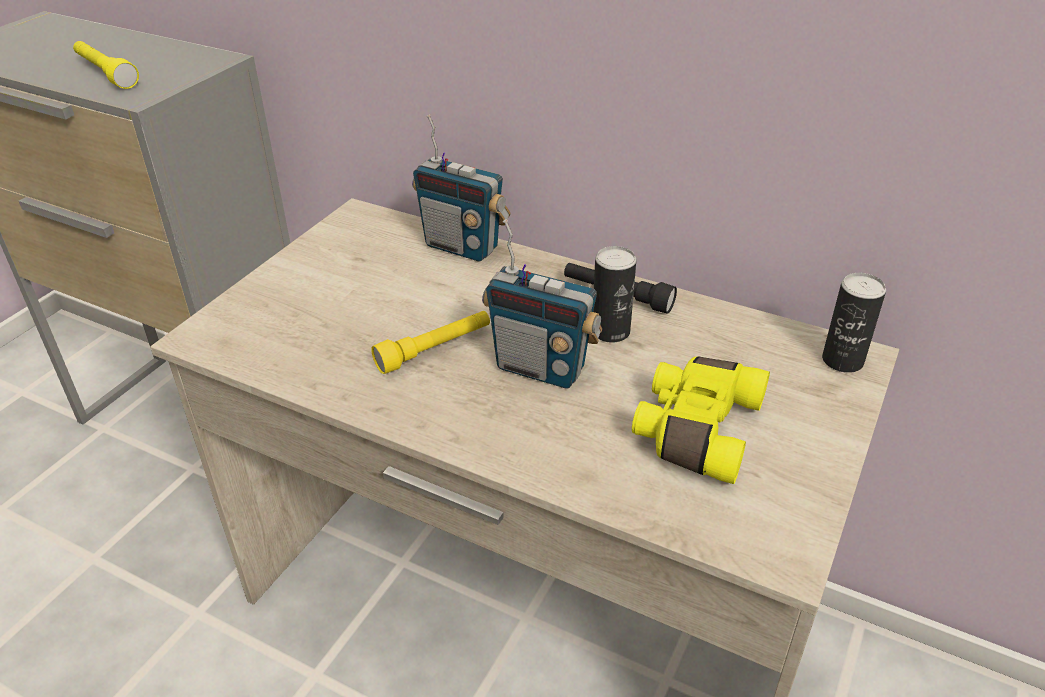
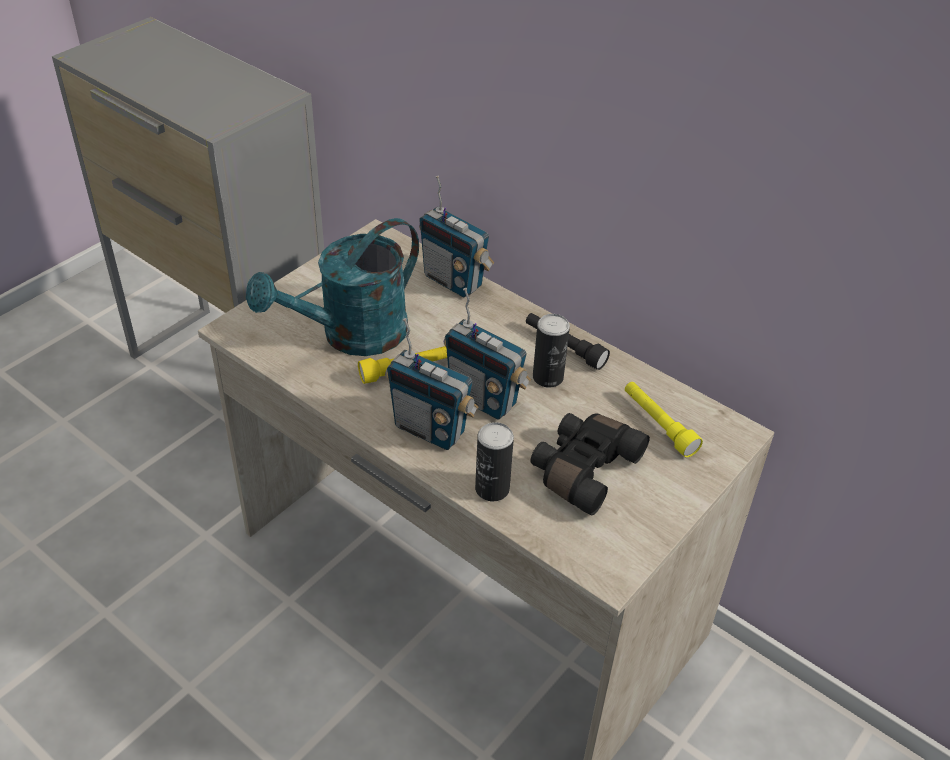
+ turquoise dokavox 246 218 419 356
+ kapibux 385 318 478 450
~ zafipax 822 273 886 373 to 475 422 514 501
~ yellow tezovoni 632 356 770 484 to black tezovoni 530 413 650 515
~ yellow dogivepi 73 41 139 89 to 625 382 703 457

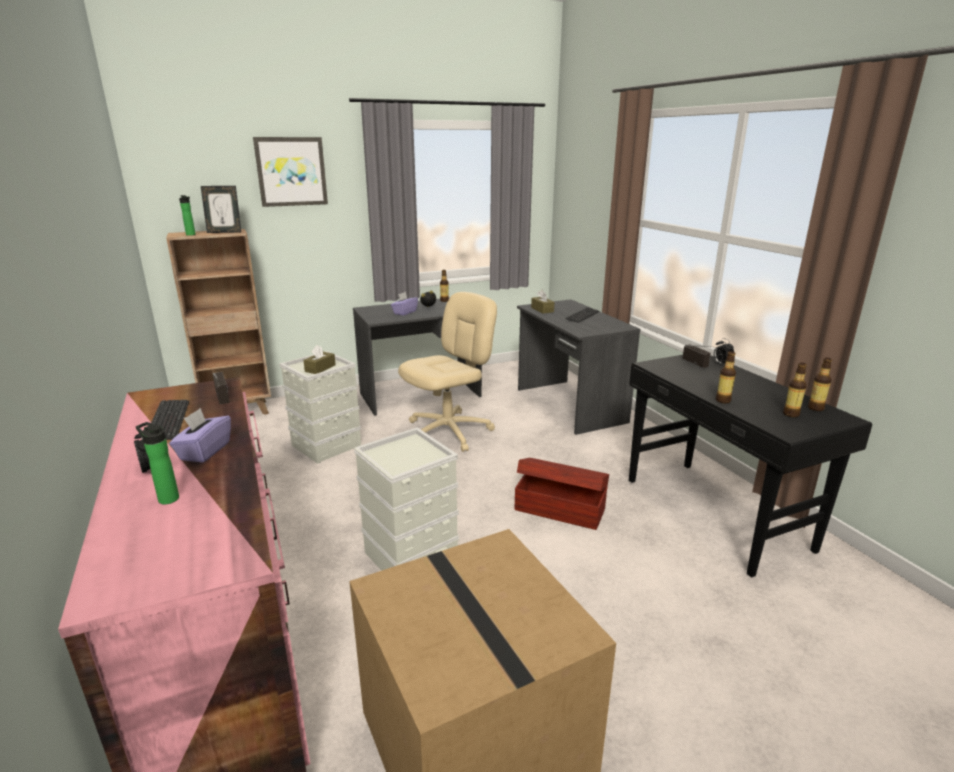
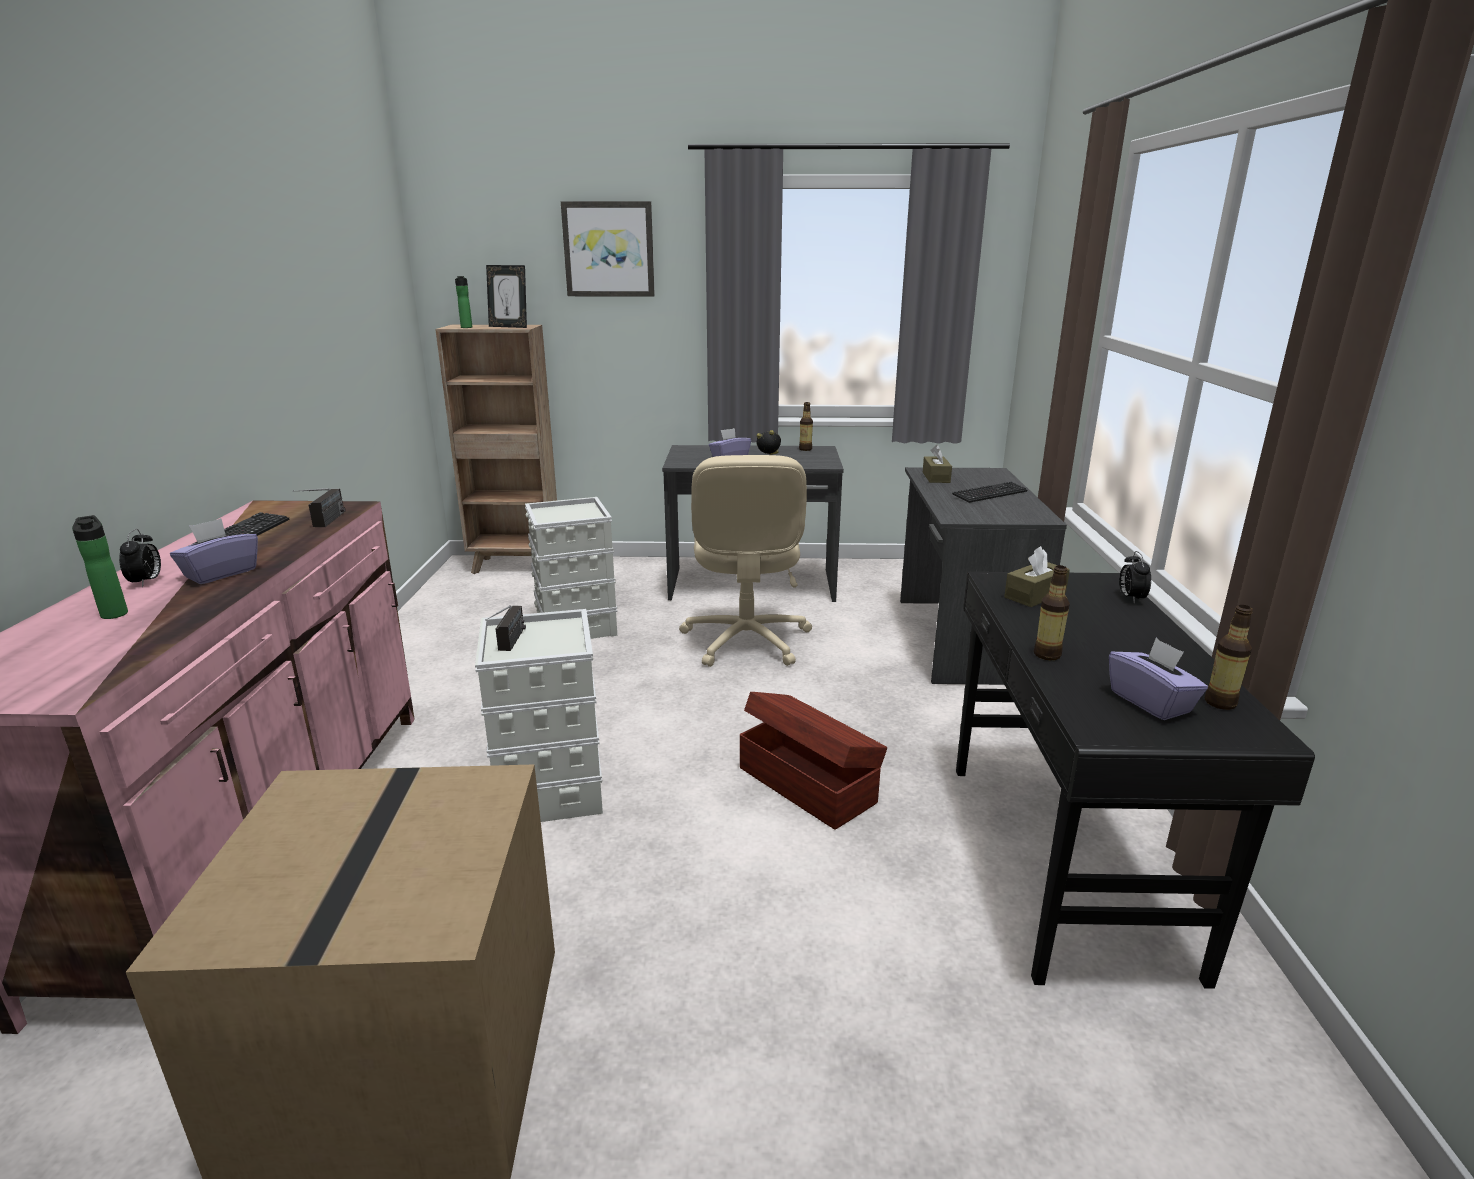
~ kapibux 682 344 720 368 to 485 605 526 651
~ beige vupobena 398 292 497 452 = 679 455 812 667 105 degrees clockwise
~ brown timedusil 303 345 336 374 to 1004 546 1070 607
~ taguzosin 783 363 807 417 to purple timedusil 1109 638 1208 720

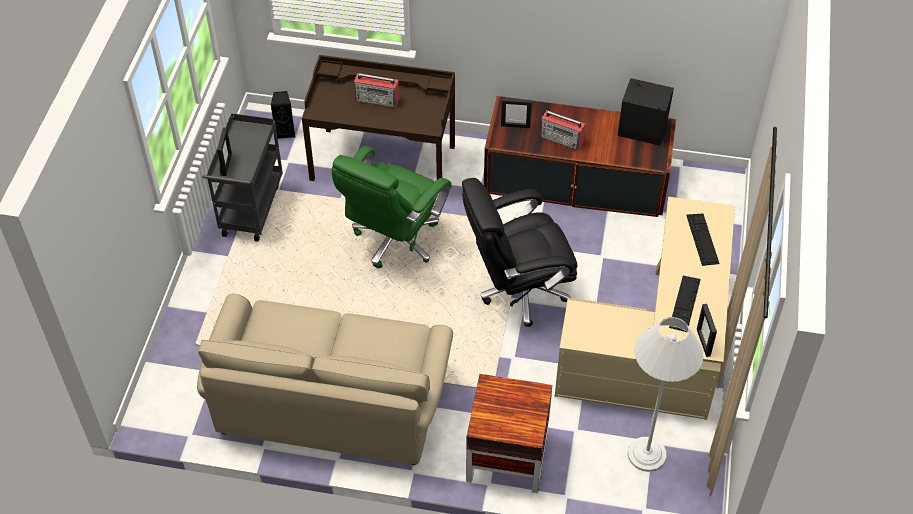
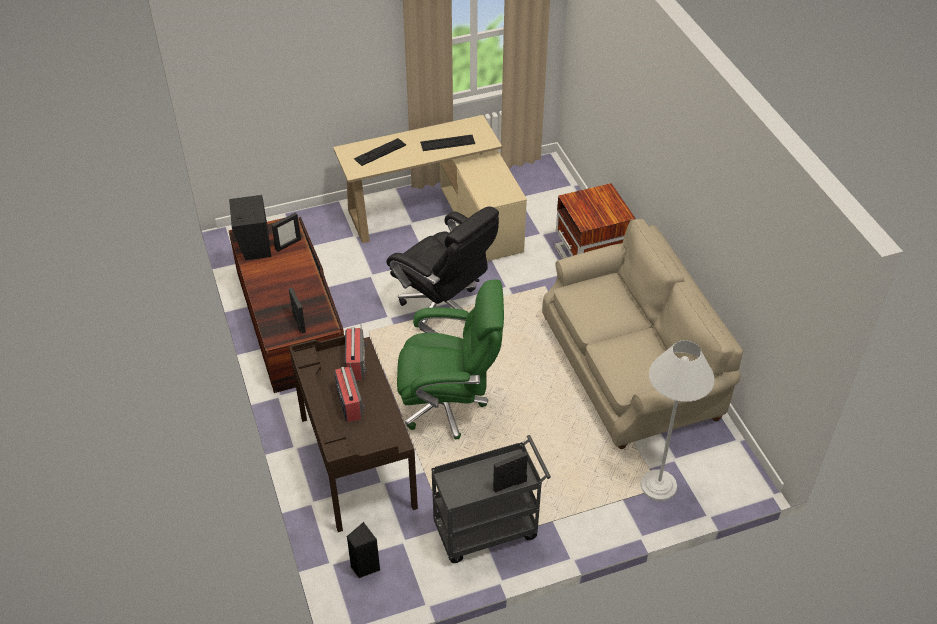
~ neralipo 697 304 717 357 to 271 213 301 252
~ kapibux 540 110 586 150 to 345 324 367 380
~ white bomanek 627 317 703 472 to 640 340 715 501

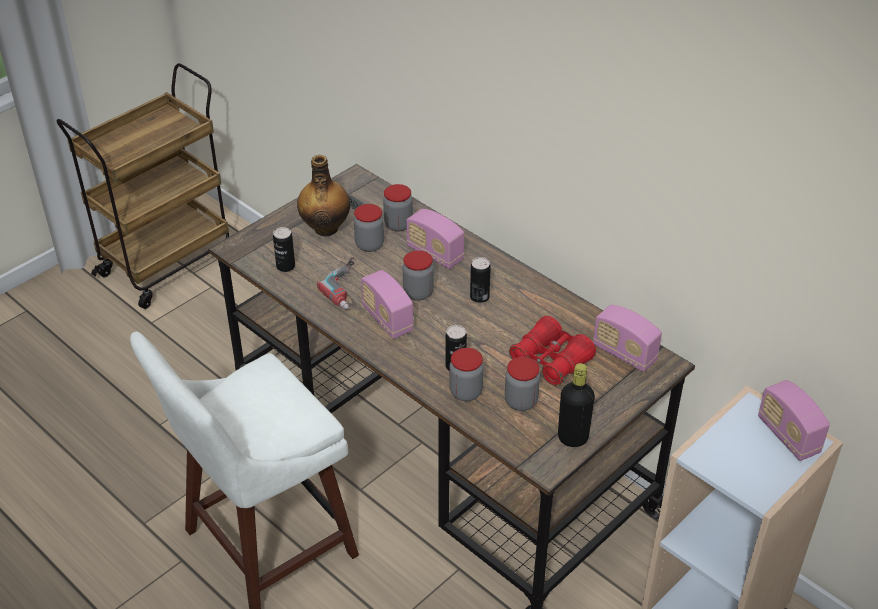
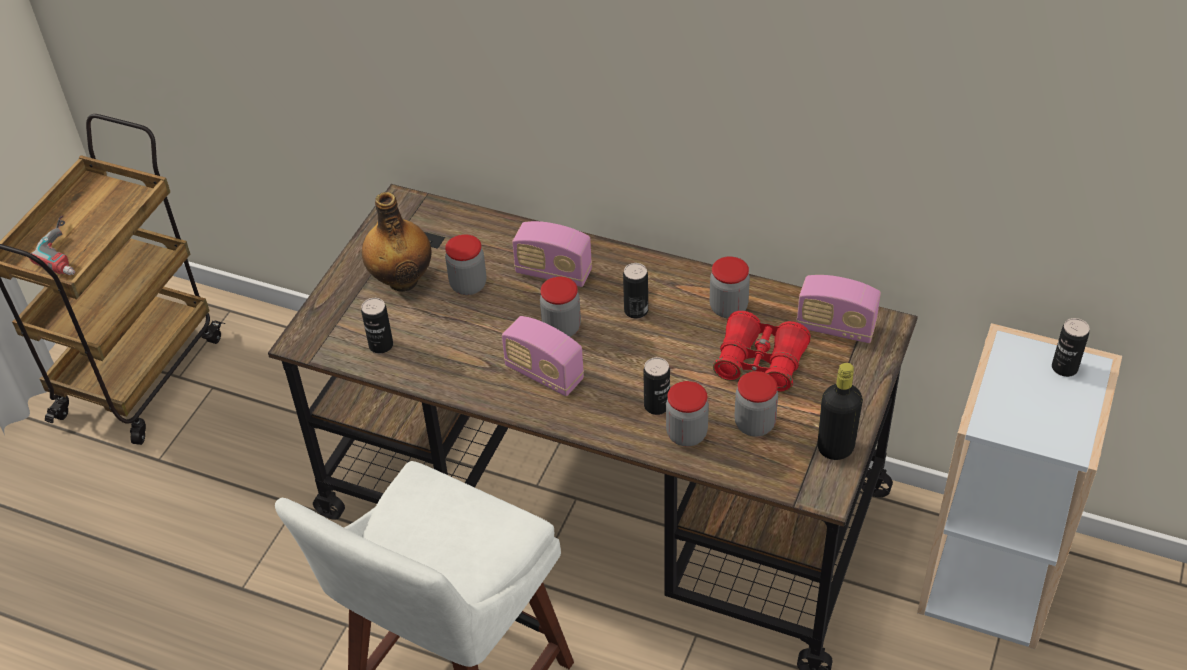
~ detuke 317 257 354 309 to 29 215 75 275
~ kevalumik 383 184 413 232 to 710 256 750 318
~ kapibux 758 380 830 461 to zafipax 1052 318 1089 377

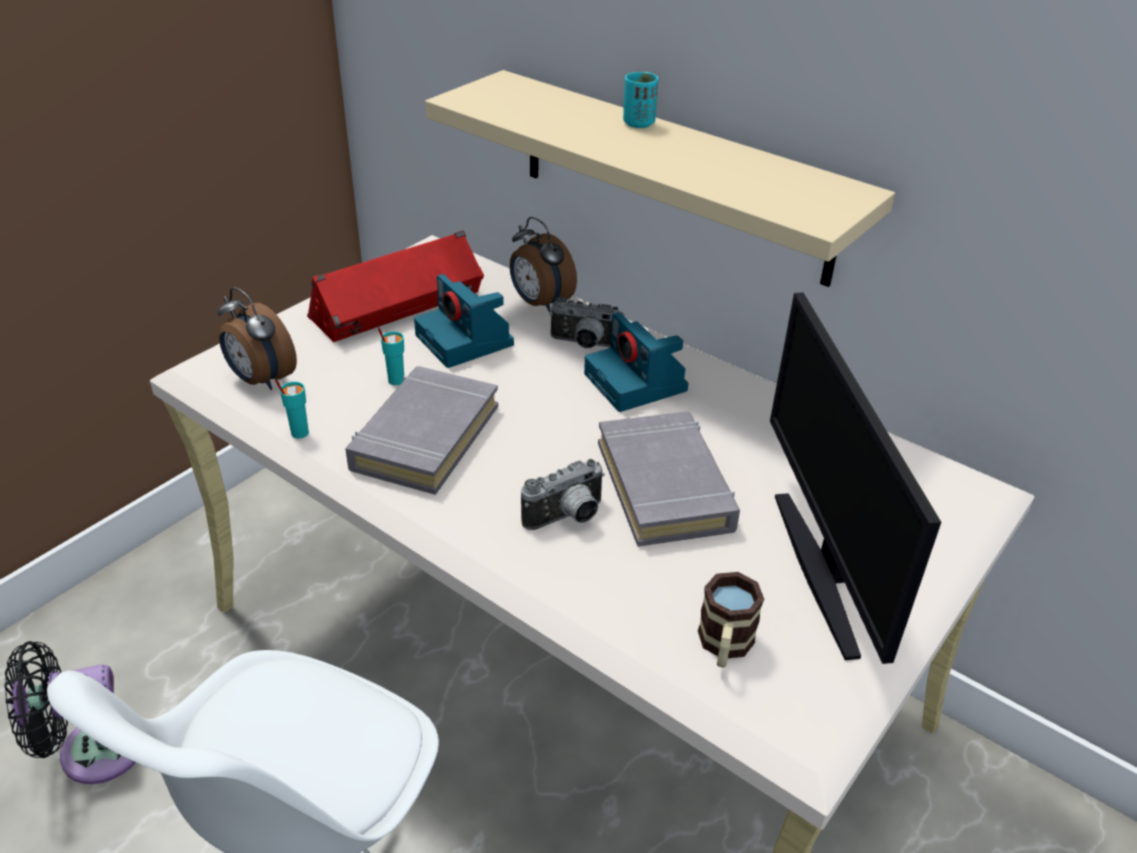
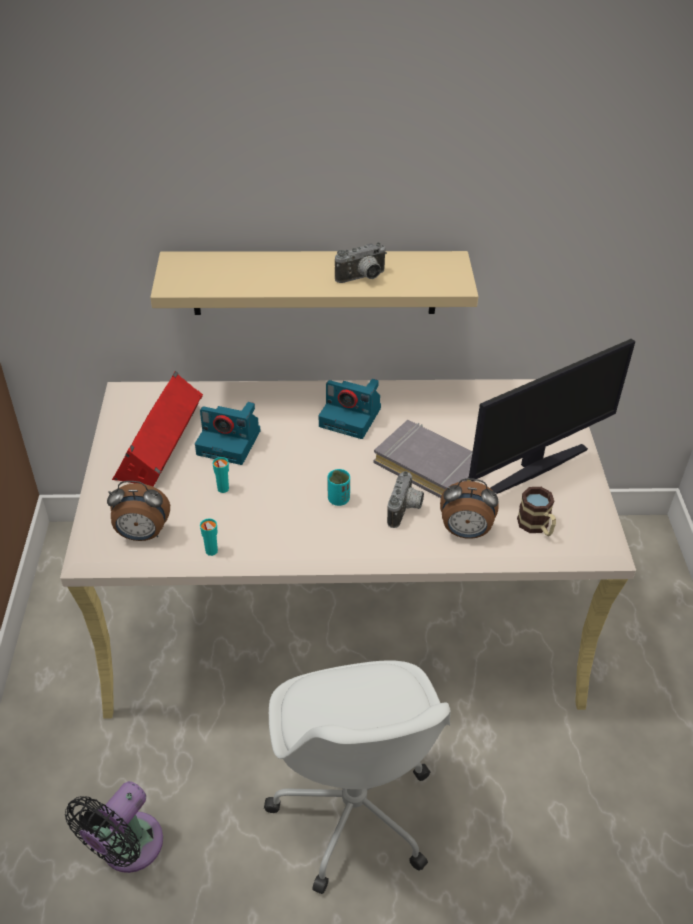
~ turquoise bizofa 623 72 658 128 to 327 469 350 506
~ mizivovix 549 297 624 348 to 335 242 387 283
~ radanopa 509 217 577 312 to 440 478 499 539
~ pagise 770 293 941 664 = 469 339 636 494 75 degrees counterclockwise
- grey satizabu 345 366 498 495

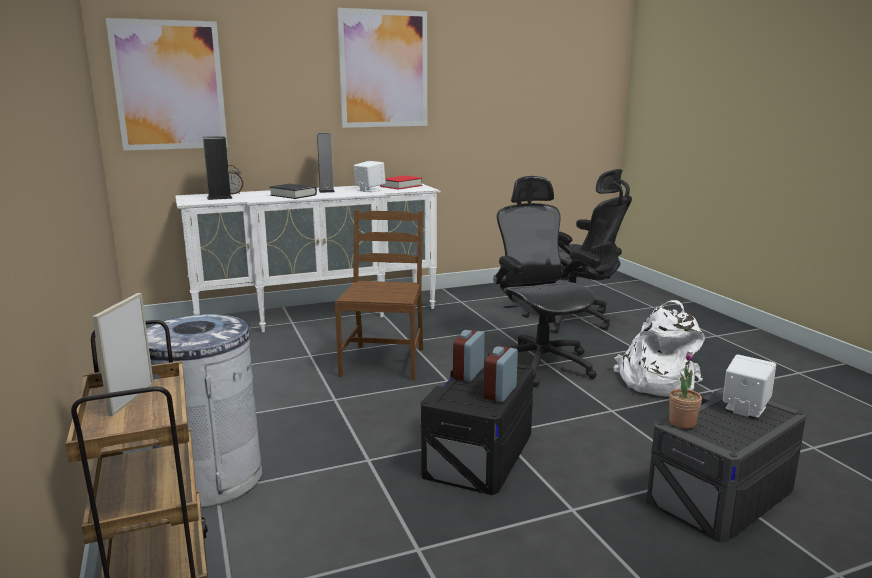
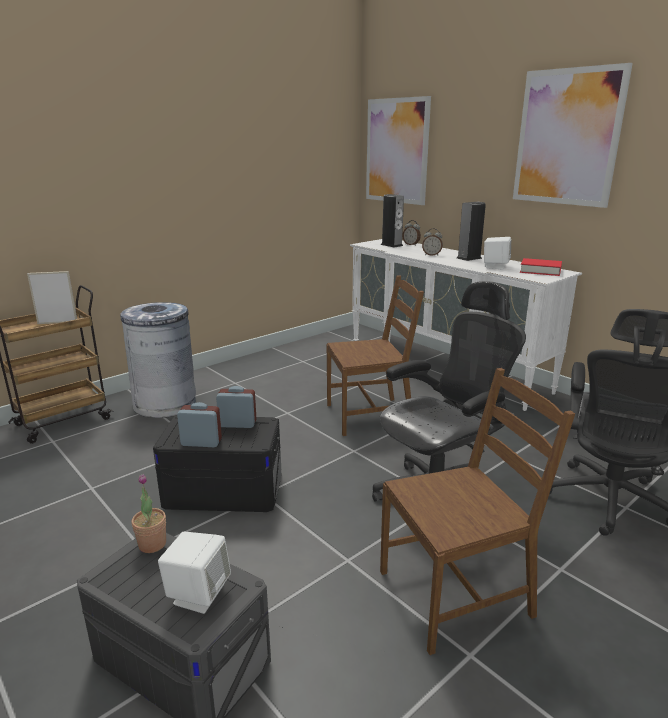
~ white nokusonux 614 300 705 397 to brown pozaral 380 368 575 655
~ black satizabu 270 184 317 199 to radanopa 422 228 443 256

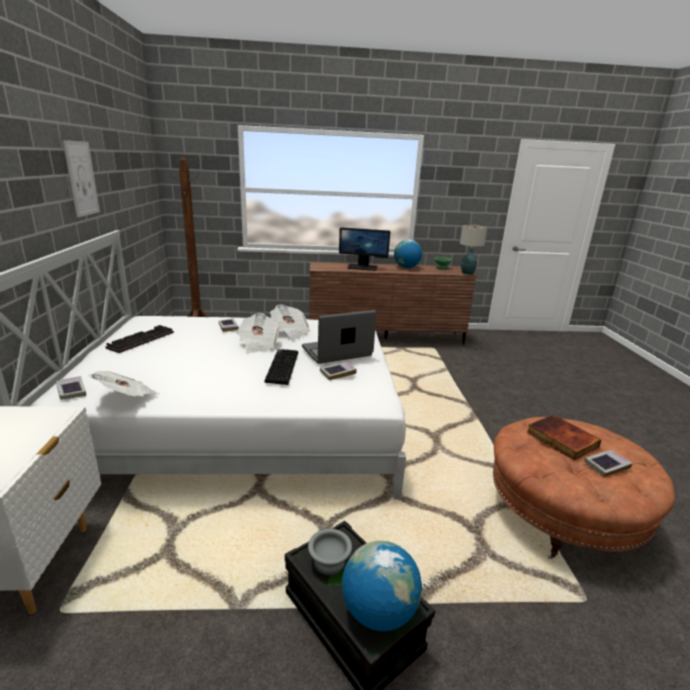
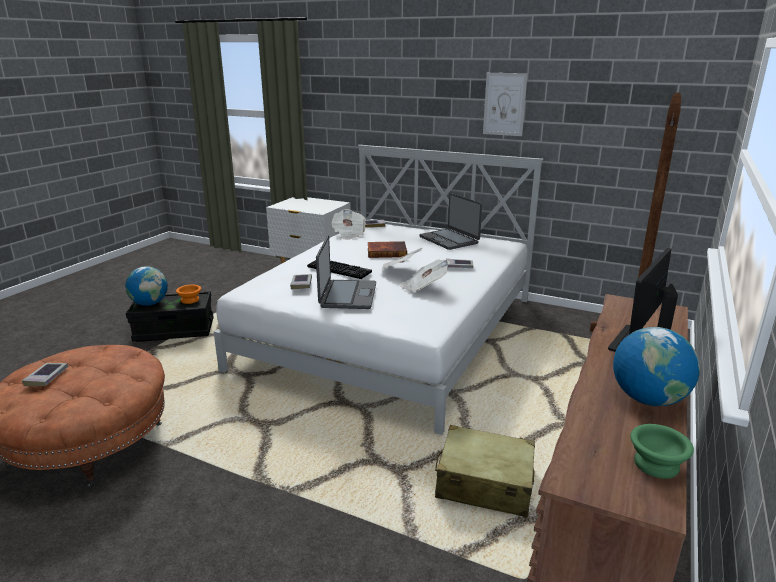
~ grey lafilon 308 529 352 575 to orange lafilon 176 285 201 304
~ satizabu 527 414 601 460 to 368 241 407 258
~ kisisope 106 325 174 353 to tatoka 419 193 482 250
+ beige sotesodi 435 425 535 517
- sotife 460 225 487 275

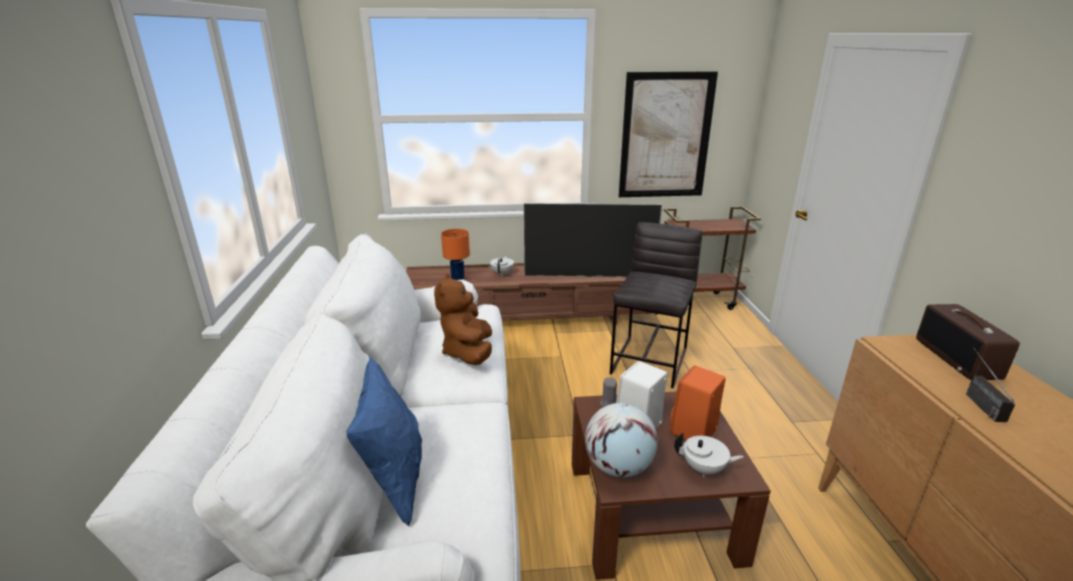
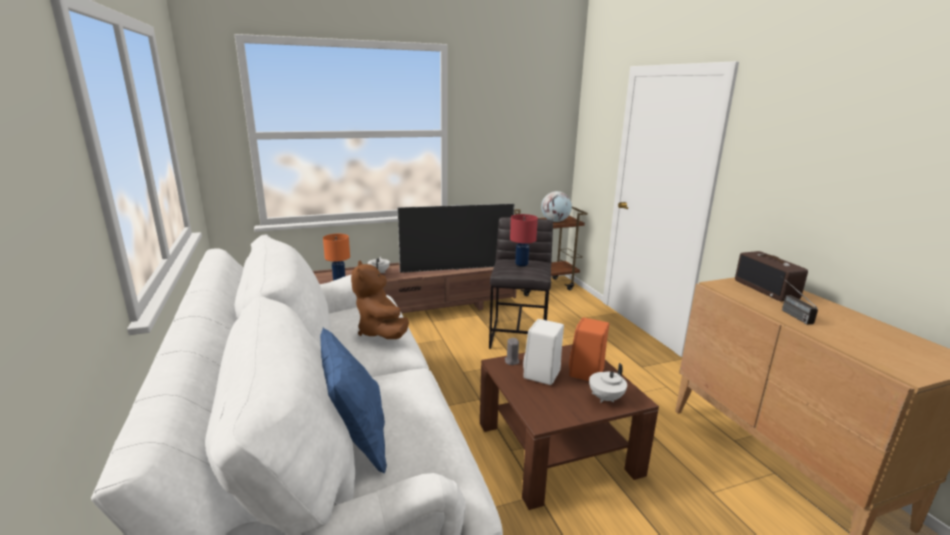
+ red sotife 510 214 538 266
~ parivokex 585 403 658 477 to 541 191 572 222
~ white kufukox 674 433 744 477 = 589 363 627 402 135 degrees clockwise
- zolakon 619 71 718 197

